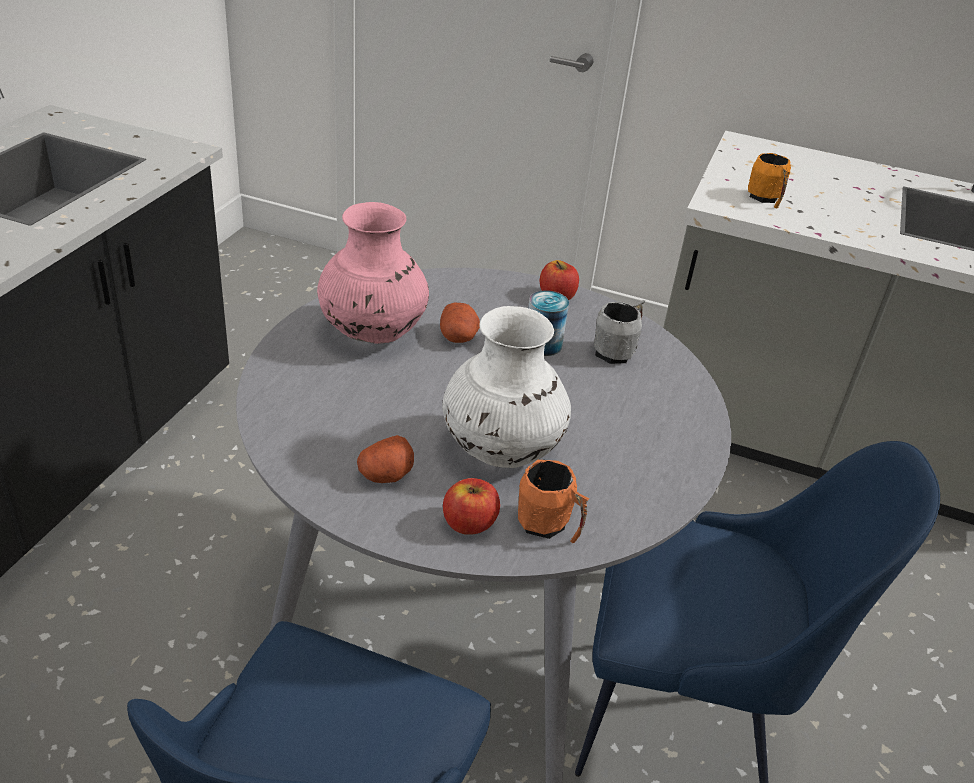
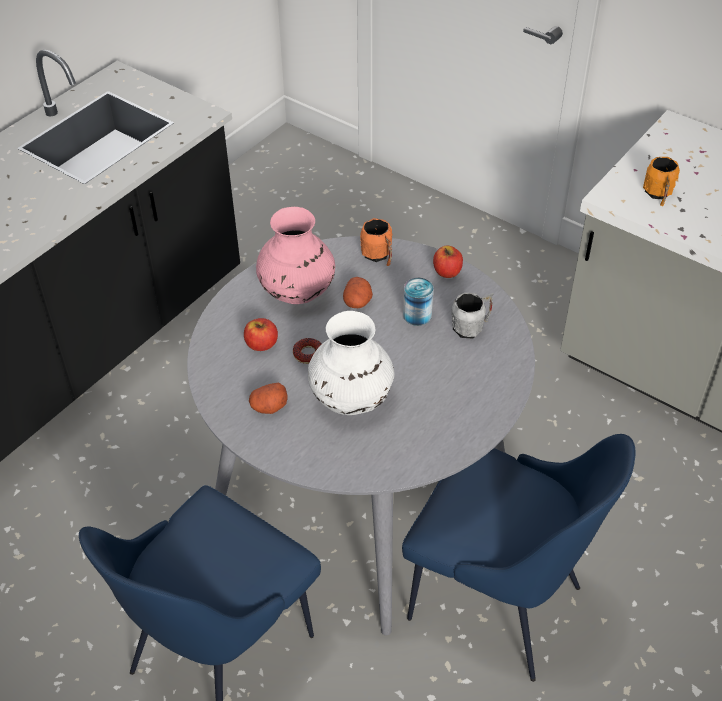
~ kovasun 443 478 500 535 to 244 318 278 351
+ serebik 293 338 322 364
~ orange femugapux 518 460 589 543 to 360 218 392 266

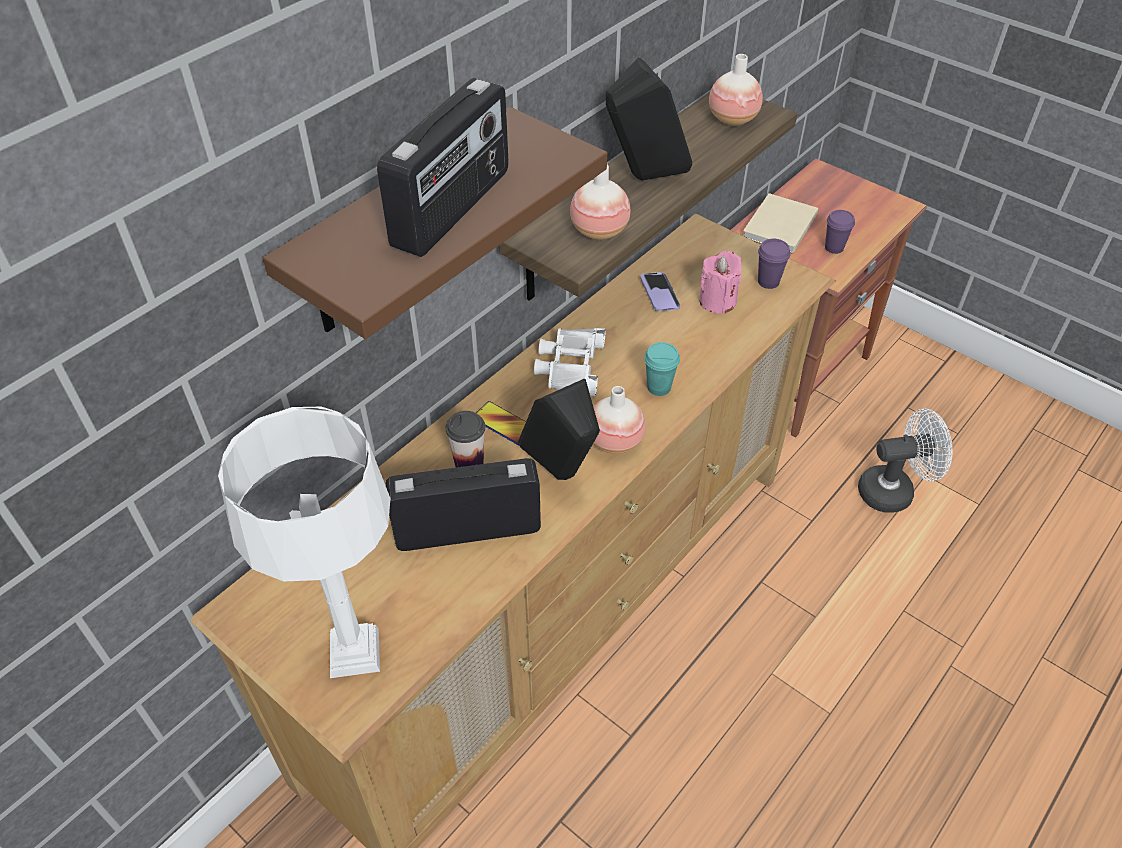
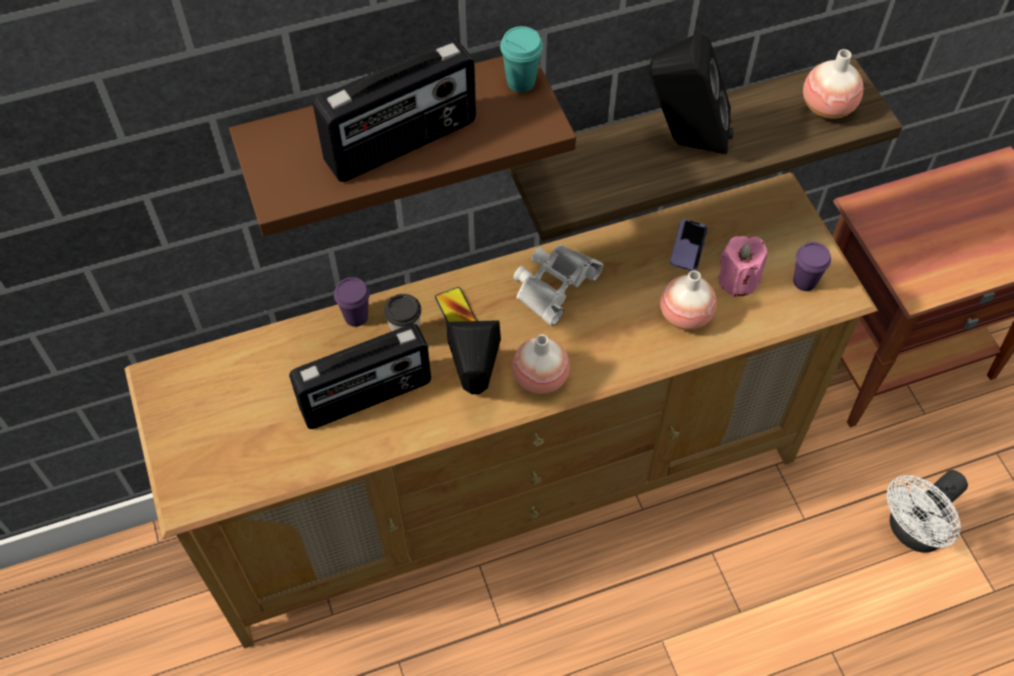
~ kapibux 386 458 541 551 = 289 324 431 429 135 degrees clockwise
~ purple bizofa 825 210 855 254 to 334 277 370 327
~ turquoise bizofa 644 342 680 396 to 500 26 543 92
~ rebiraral 570 164 631 240 to 660 270 717 330
~ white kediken 858 409 952 513 = 887 470 968 553 120 degrees clockwise
- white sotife 218 407 391 678
- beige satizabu 743 193 818 254

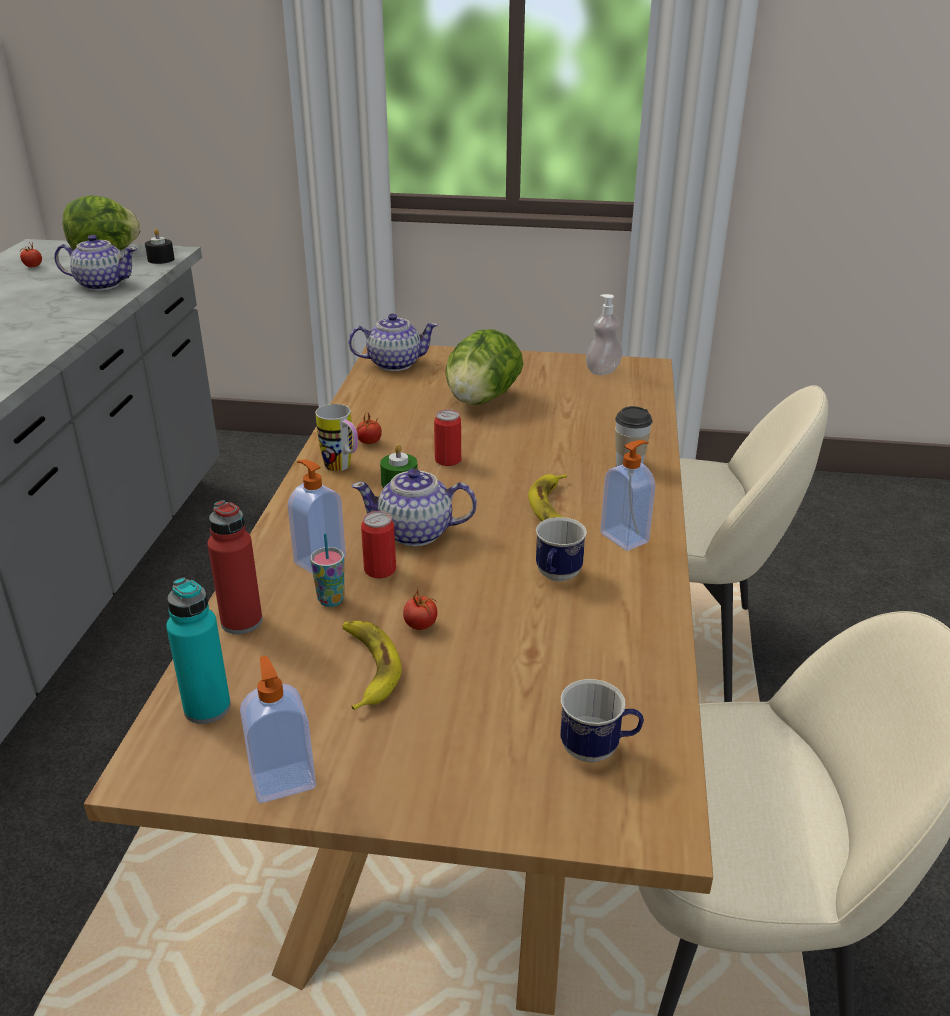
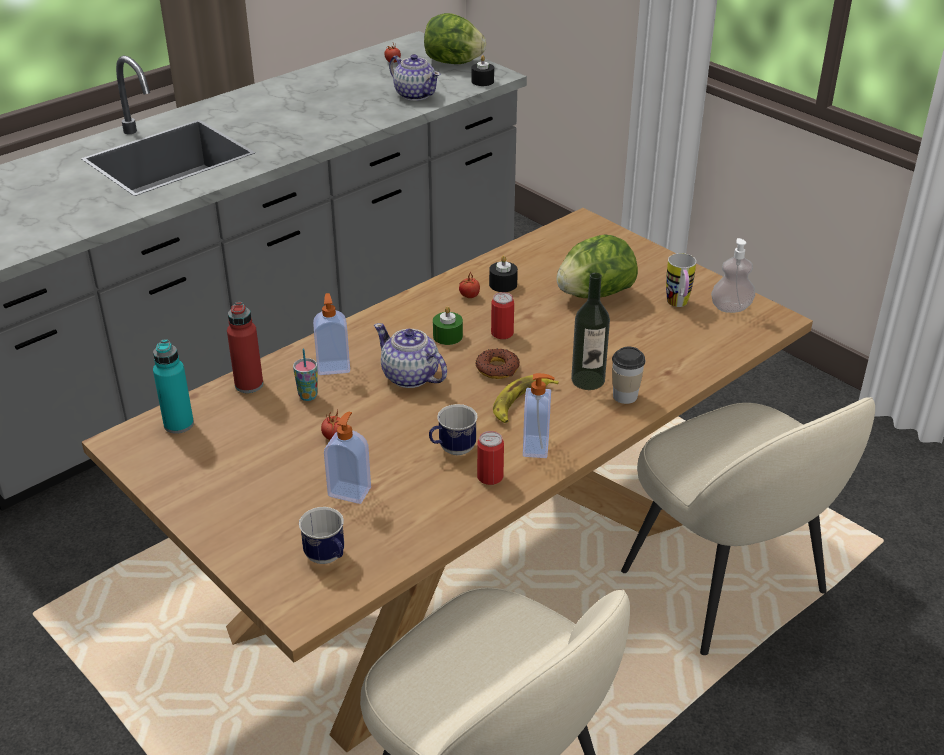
~ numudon 240 656 316 803 to 324 412 371 504
+ serebik 476 348 520 379
~ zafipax 361 511 396 578 to 477 431 504 485
+ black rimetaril 489 255 518 292
+ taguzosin 571 273 610 390
~ femugapux 316 404 358 471 to 666 253 696 307
- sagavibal 342 621 402 710
- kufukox 348 314 438 371

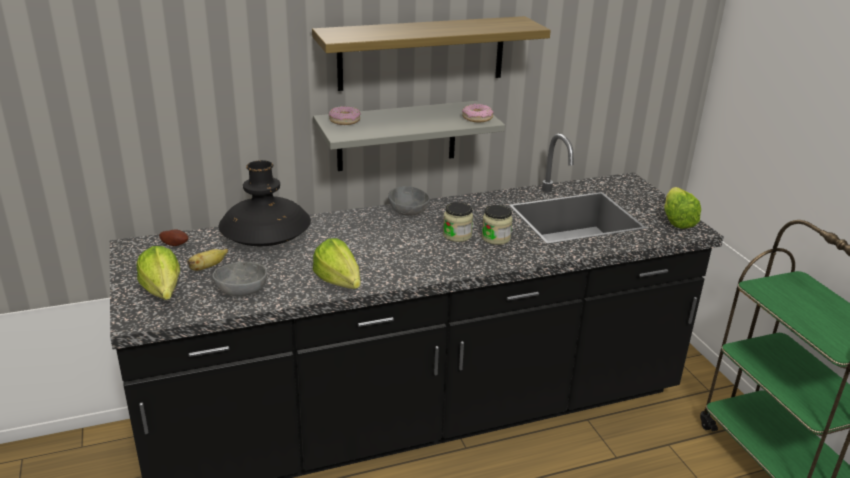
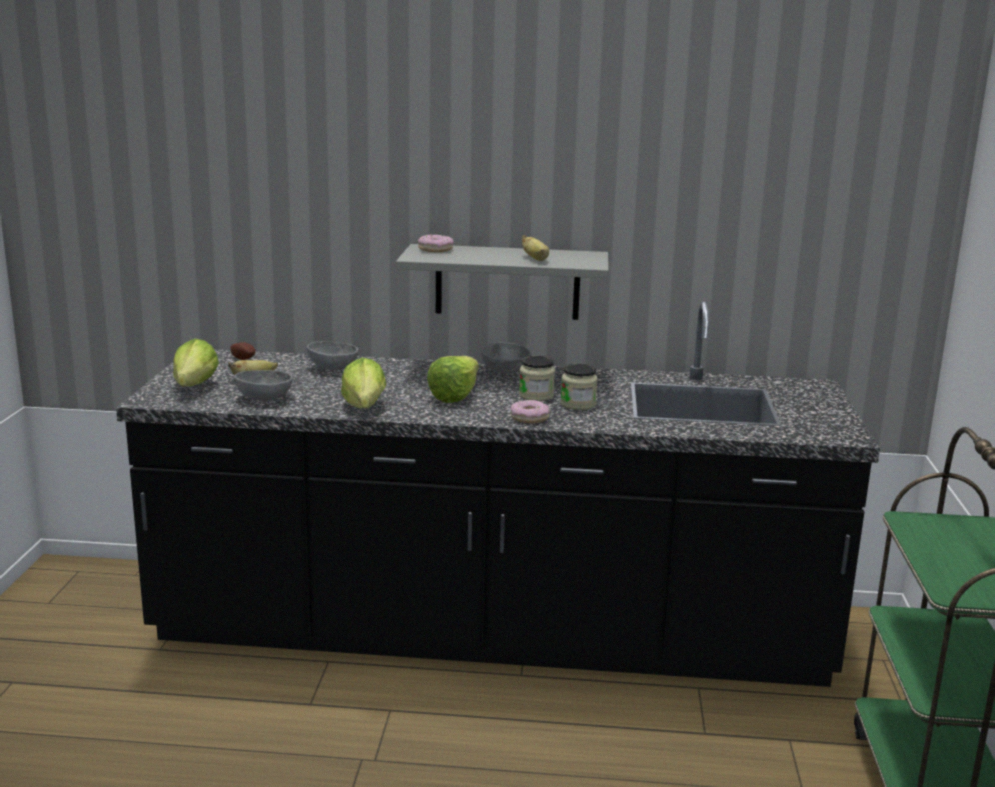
~ black rebiraral 219 160 311 246 to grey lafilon 307 341 358 370
~ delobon 664 187 701 229 to 427 356 479 403
~ serebik 462 104 494 122 to 510 400 550 423
+ sagavibal 522 235 549 261
- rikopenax 312 16 551 91

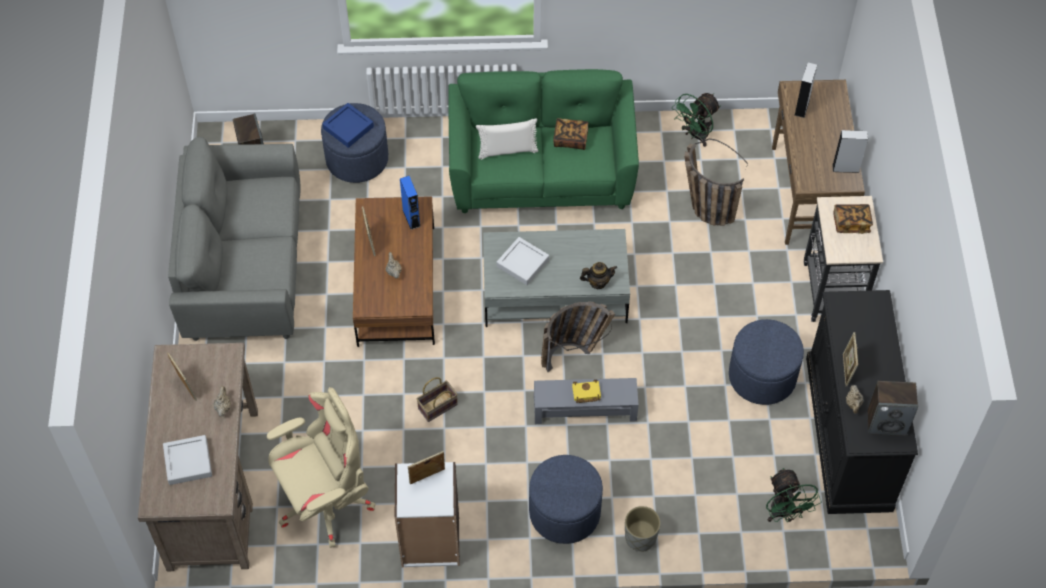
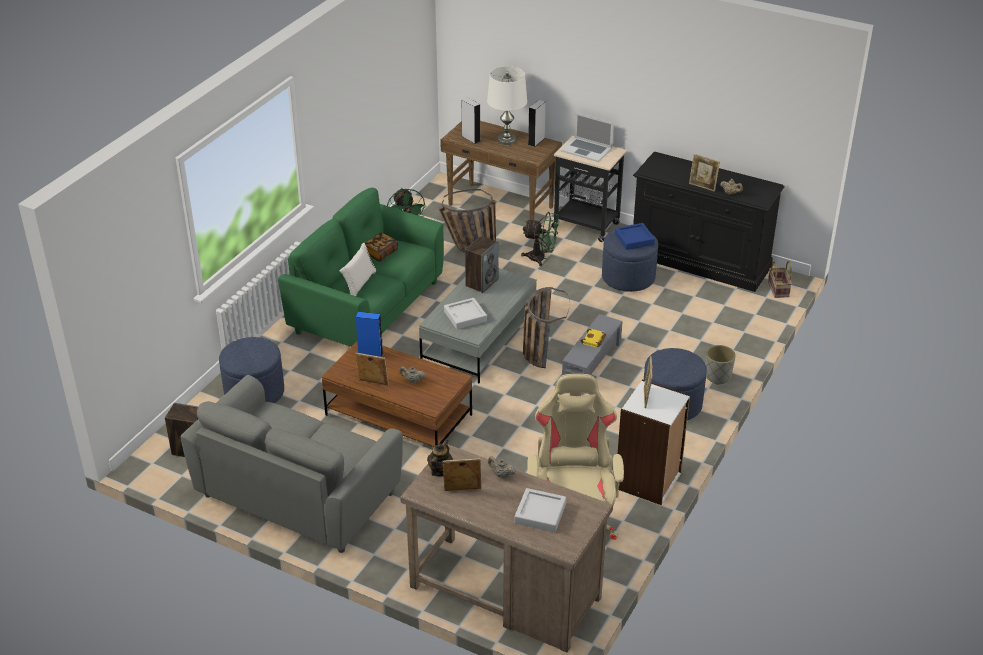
~ kufukox 580 262 617 289 to 427 440 453 477
~ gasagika 867 381 918 436 to 465 236 499 293
+ white sotife 487 66 527 145
~ green kediken 766 468 822 522 to 521 212 559 266
~ satizabu 834 204 873 234 to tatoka 561 113 614 162
~ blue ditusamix 323 103 374 148 to 615 223 655 250
~ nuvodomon 416 377 458 422 to 768 261 792 298

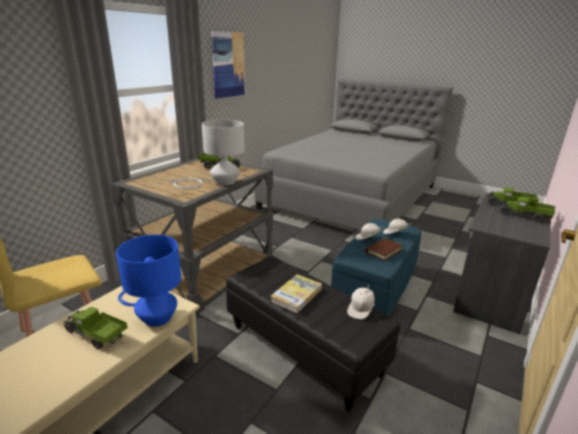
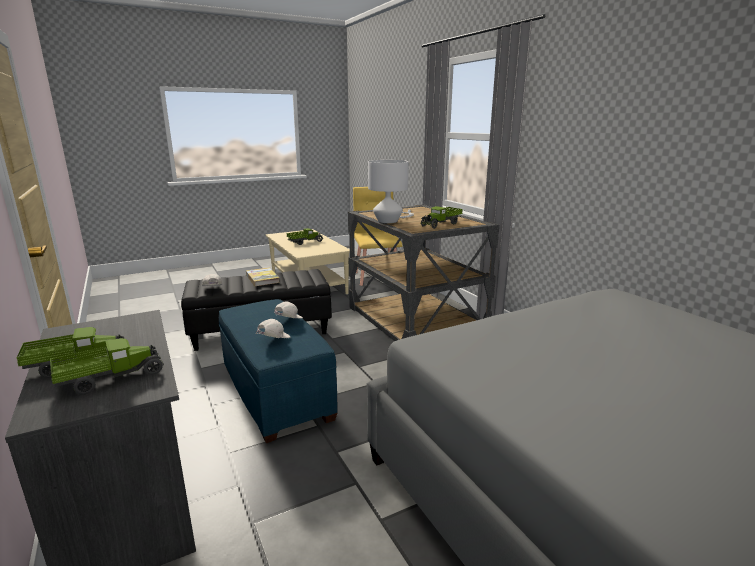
- blue sotife 116 235 181 327
- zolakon 211 31 245 98
- brown satizabu 365 238 403 261

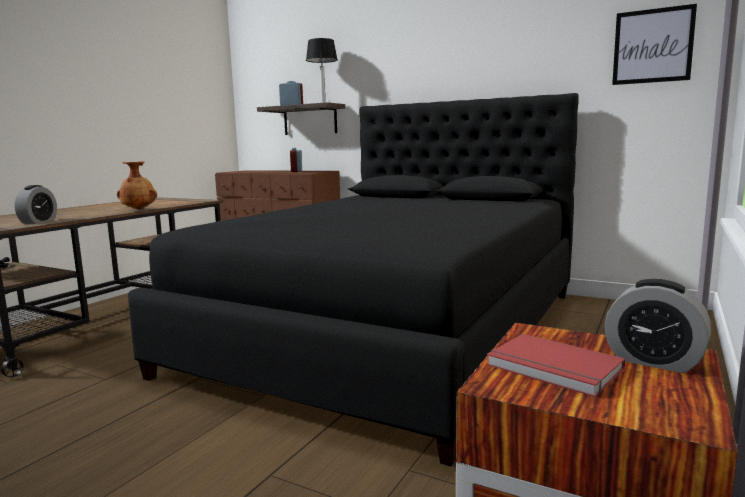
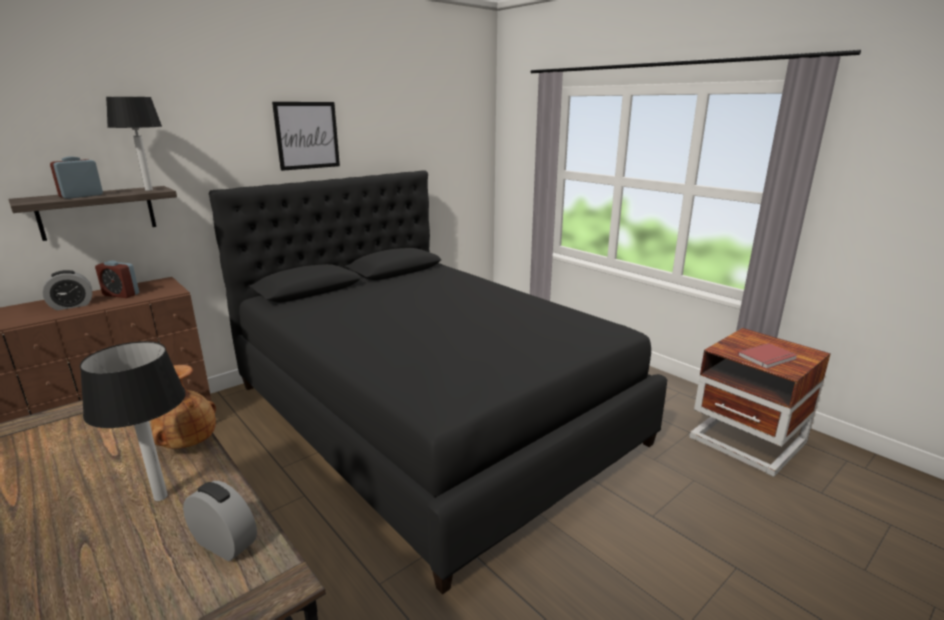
~ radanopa 605 279 711 373 to 42 270 92 310
+ sotife 80 341 186 501
~ zolakon 612 4 697 85 to 272 102 340 171

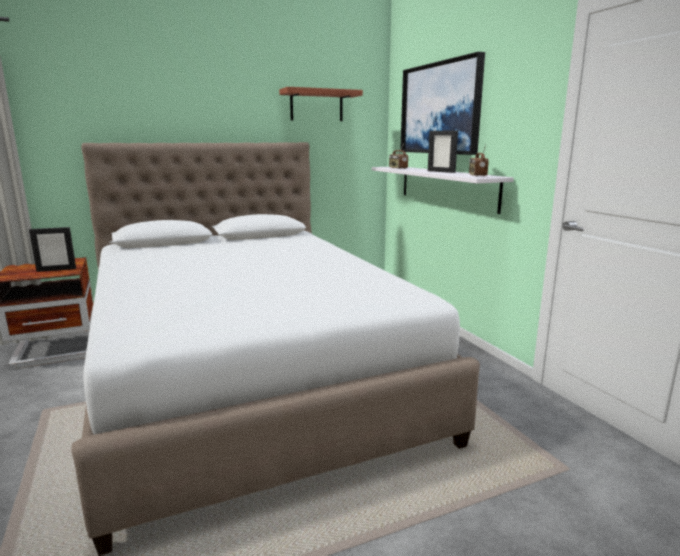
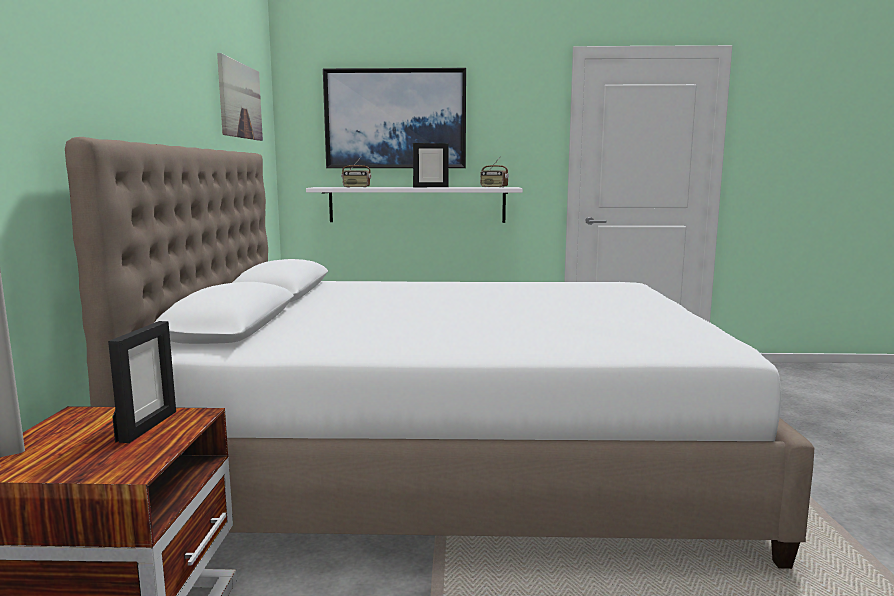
~ rikopenax 279 87 363 121 to zolakon 217 53 263 141

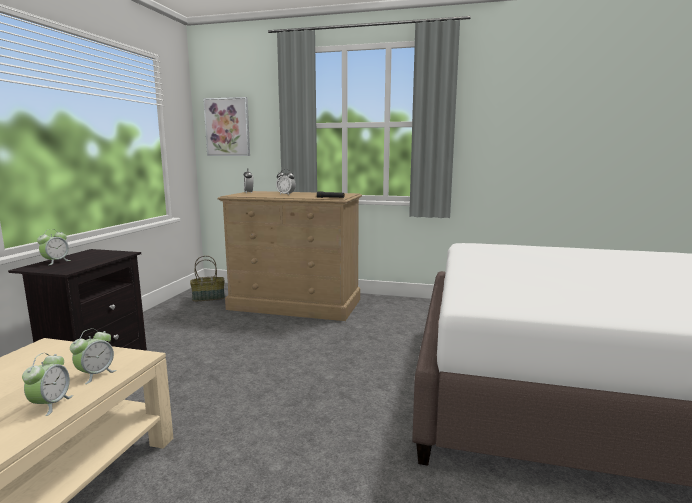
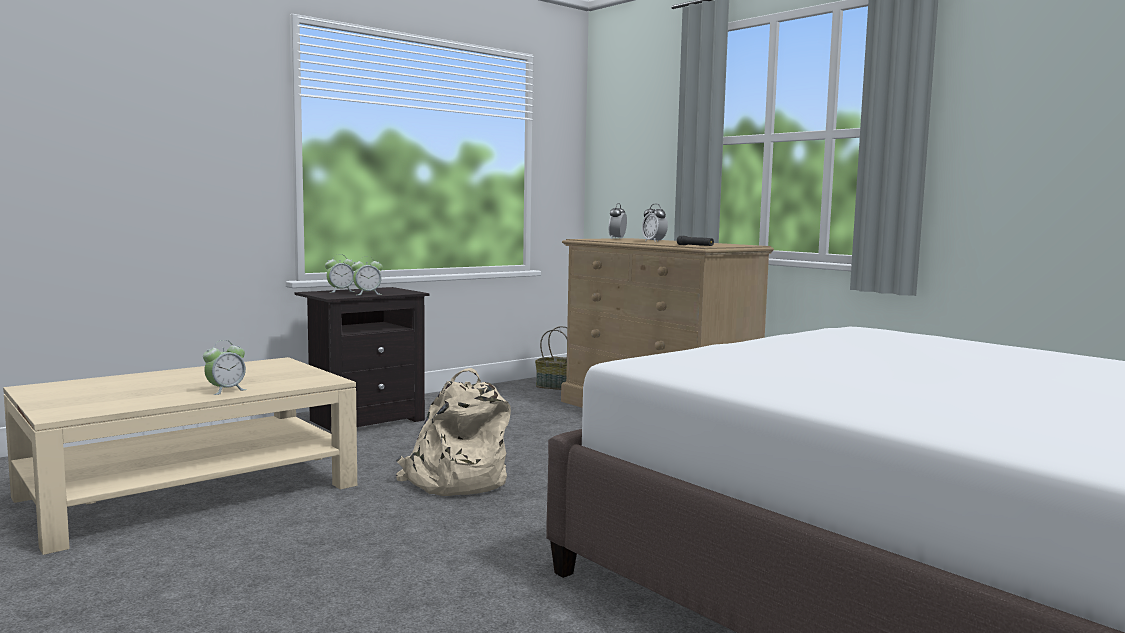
~ radanopa 70 329 117 384 to 351 256 382 295
+ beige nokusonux 396 368 511 496
- zolakon 203 97 250 156

